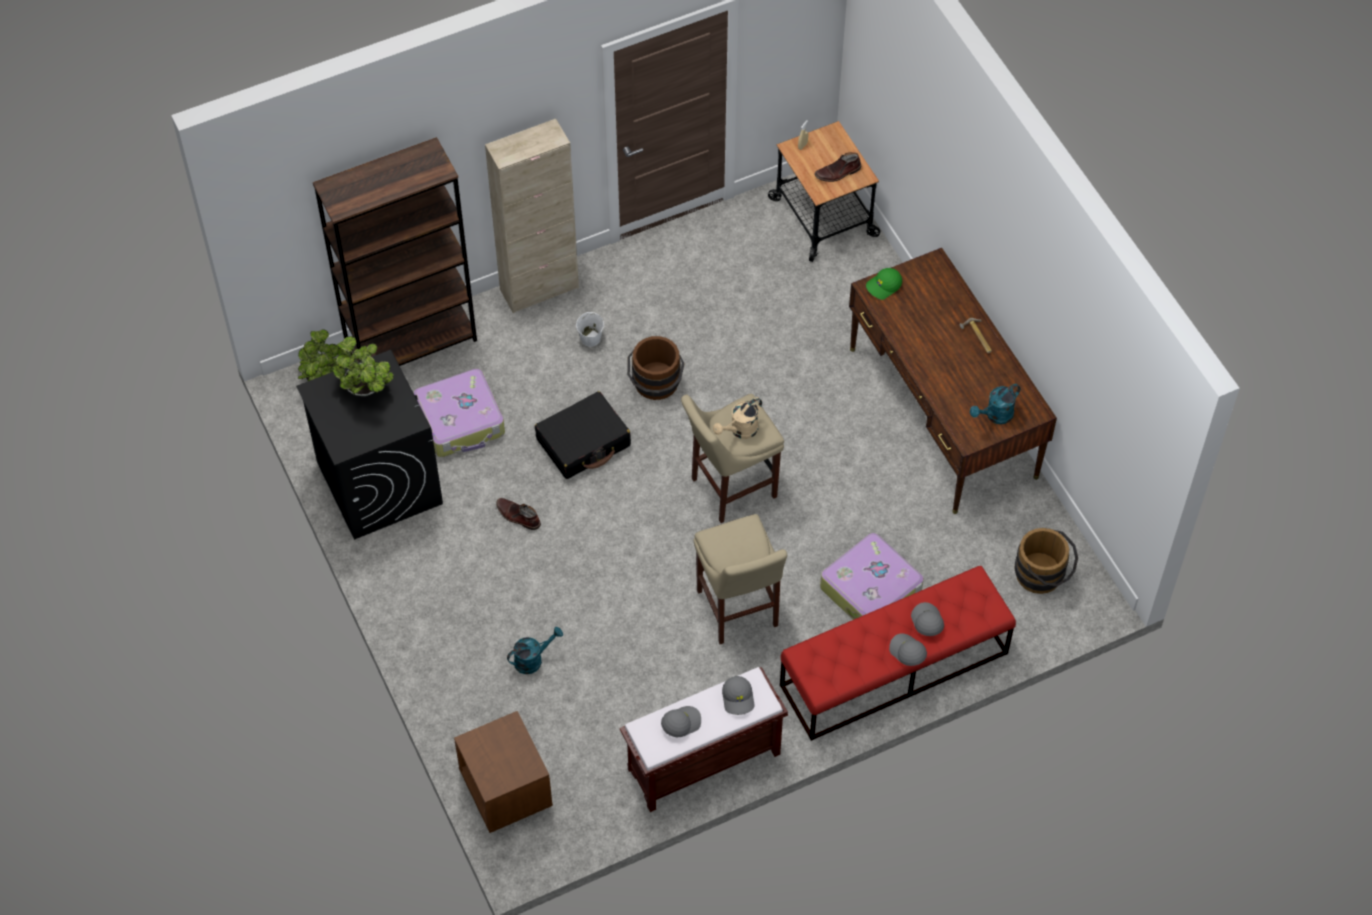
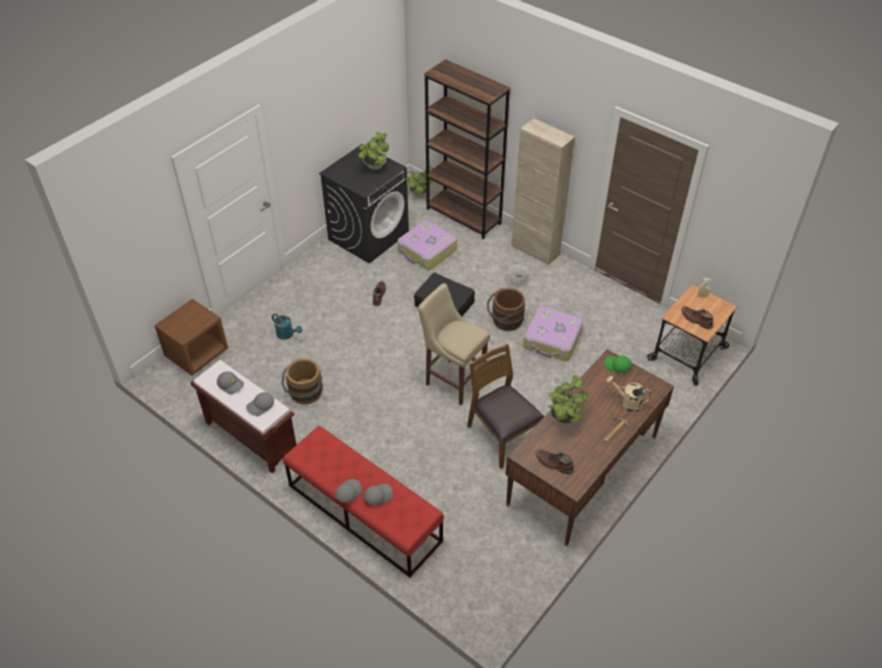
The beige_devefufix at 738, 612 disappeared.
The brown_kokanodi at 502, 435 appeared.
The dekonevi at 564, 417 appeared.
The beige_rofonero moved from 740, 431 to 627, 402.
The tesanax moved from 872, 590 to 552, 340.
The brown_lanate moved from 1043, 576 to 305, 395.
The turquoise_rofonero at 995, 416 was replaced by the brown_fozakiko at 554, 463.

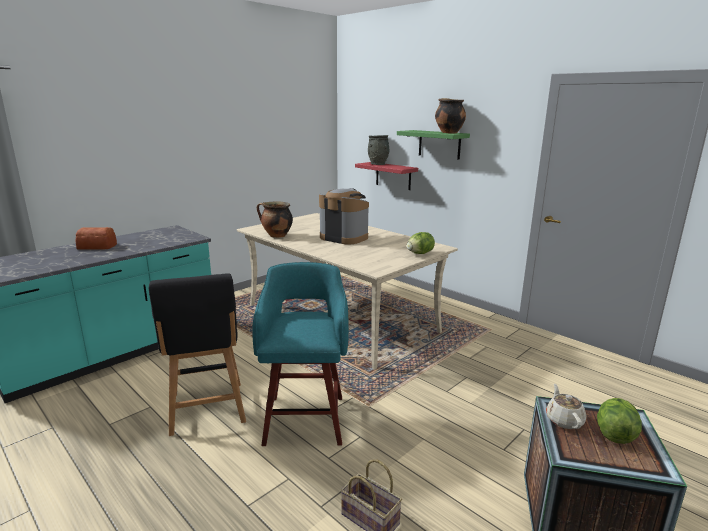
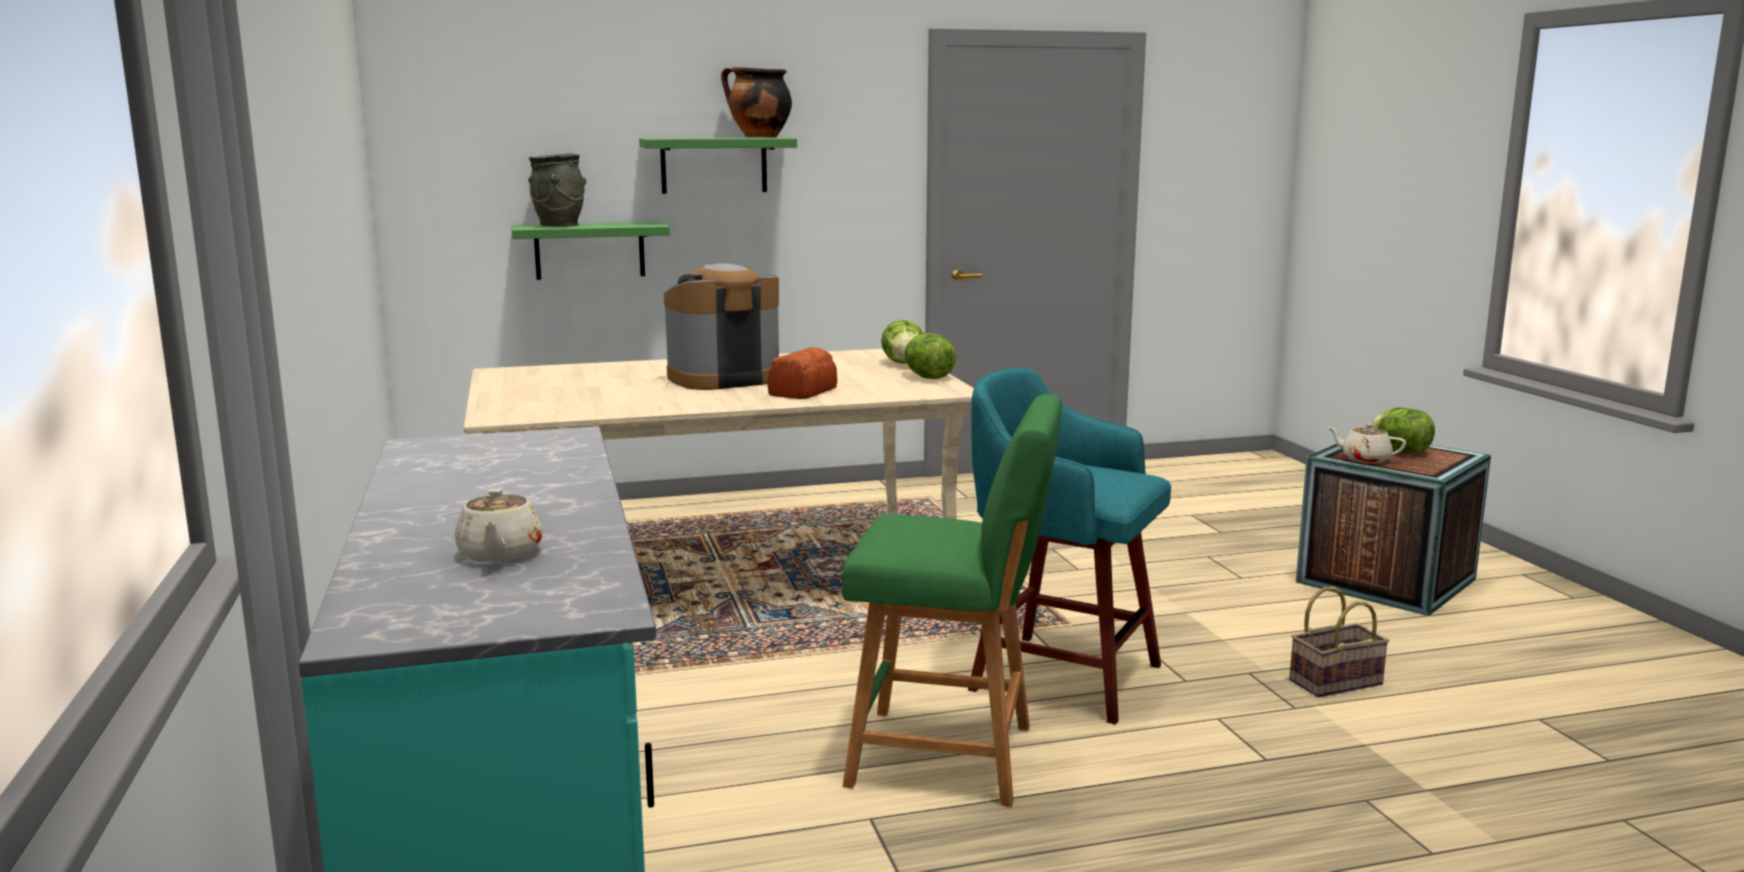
The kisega at 276, 236 disappeared.
The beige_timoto at 499, 554 appeared.
The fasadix at 928, 377 appeared.
The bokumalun moved from 96, 246 to 801, 392.
The black_devefufix at 207, 410 became the green_devefufix at 952, 757.
The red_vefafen at 393, 176 became the green_vefafen at 589, 250.

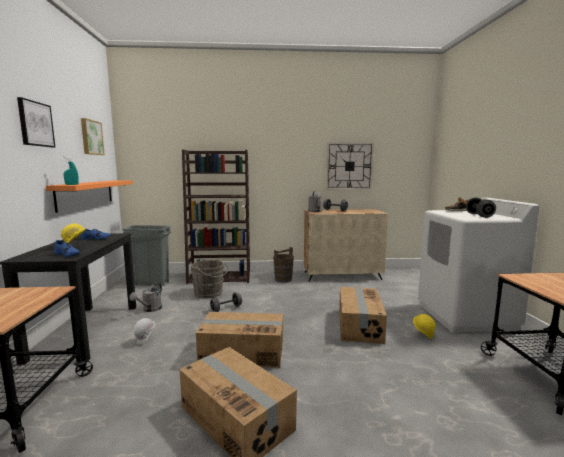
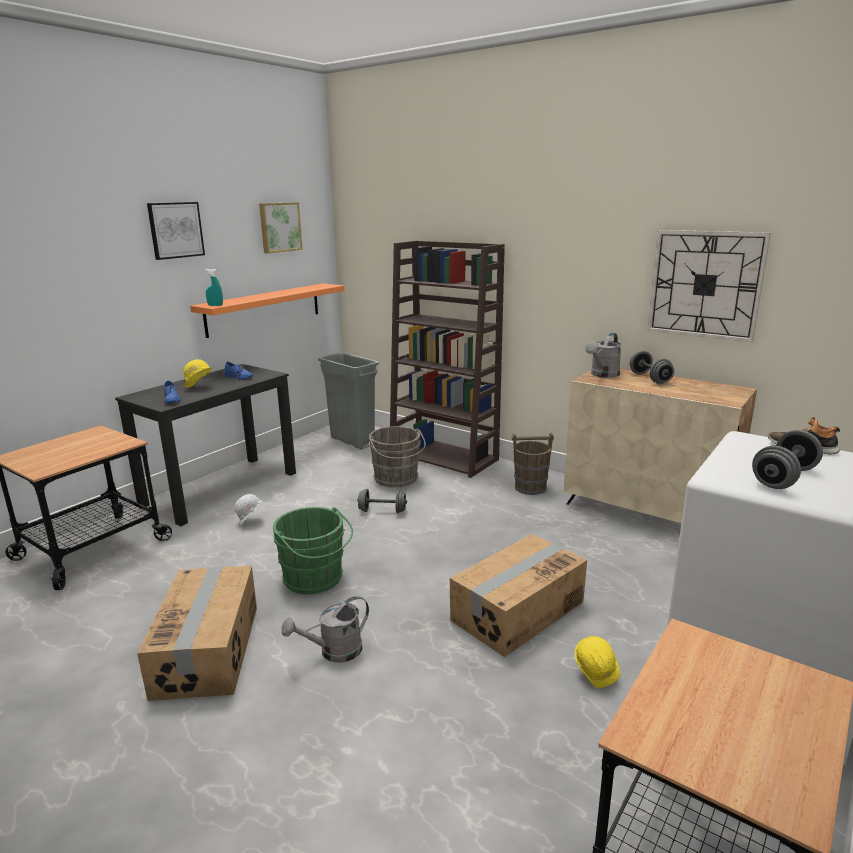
The grey_rofonero moved from 150, 309 to 334, 652.
The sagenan at 242, 352 was replaced by the green_lanate at 315, 579.

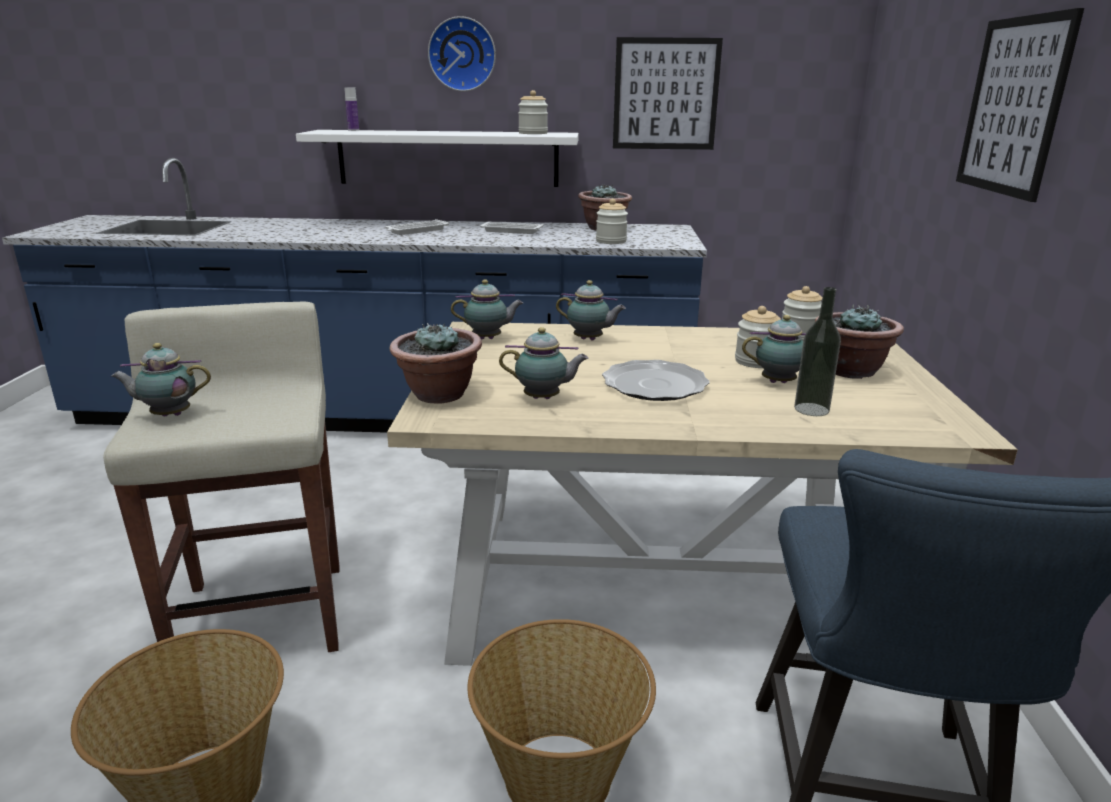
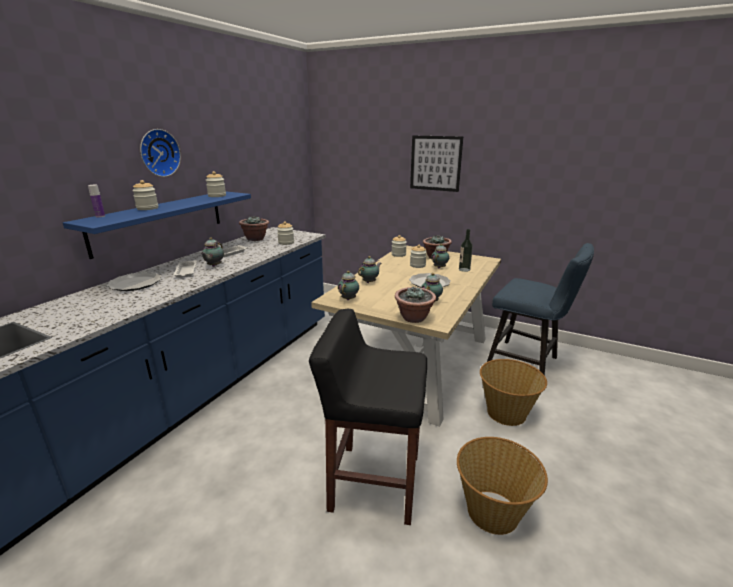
The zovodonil at 665, 94 disappeared.
The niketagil at 135, 284 appeared.
The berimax at 147, 208 appeared.
The timoto moved from 168, 415 to 214, 266.
The beige_devefufix at 263, 615 became the black_devefufix at 373, 482.
The white_vefafen at 448, 158 became the blue_vefafen at 160, 221.

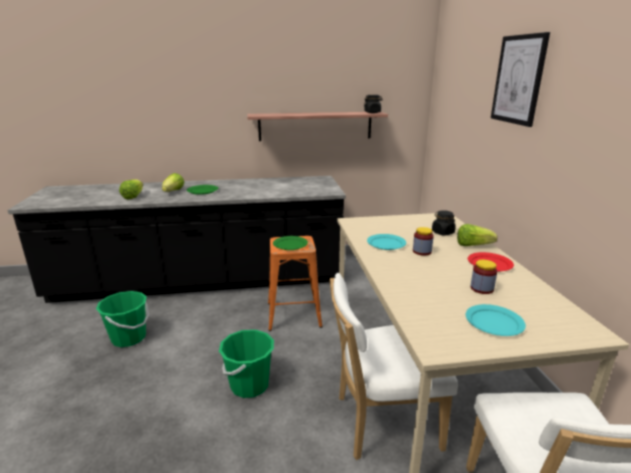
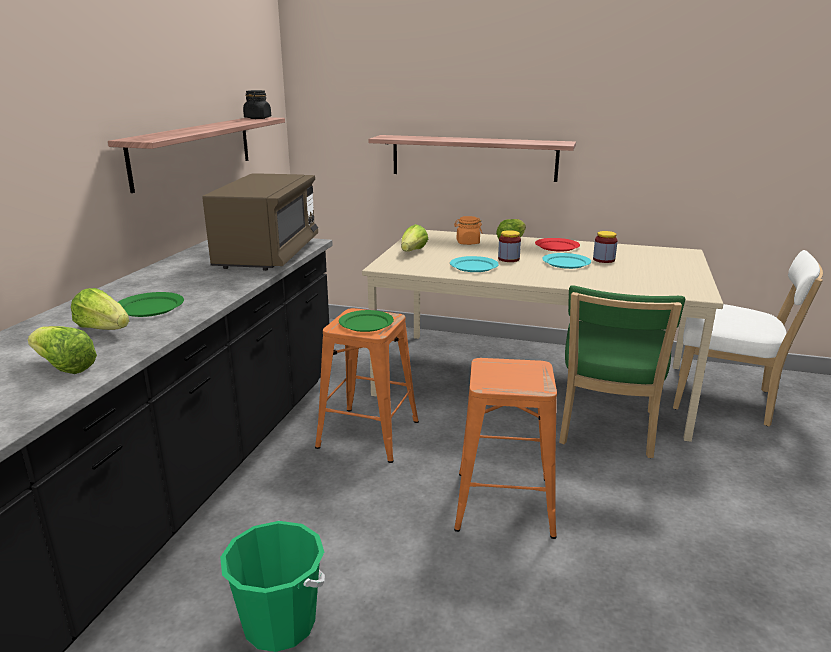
The zovodonil at 518, 80 disappeared.
The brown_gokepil at 268, 255 appeared.
The vefafen at 473, 158 appeared.
The fasadix at 413, 251 appeared.
The turquoise_niketagil moved from 494, 322 to 566, 263.
The green_lanate at 249, 385 was replaced by the orange_devefufix at 504, 502.
The white_kokanodi at 382, 422 became the green_kokanodi at 606, 430.
The black_berimax at 442, 232 became the orange_berimax at 467, 243.

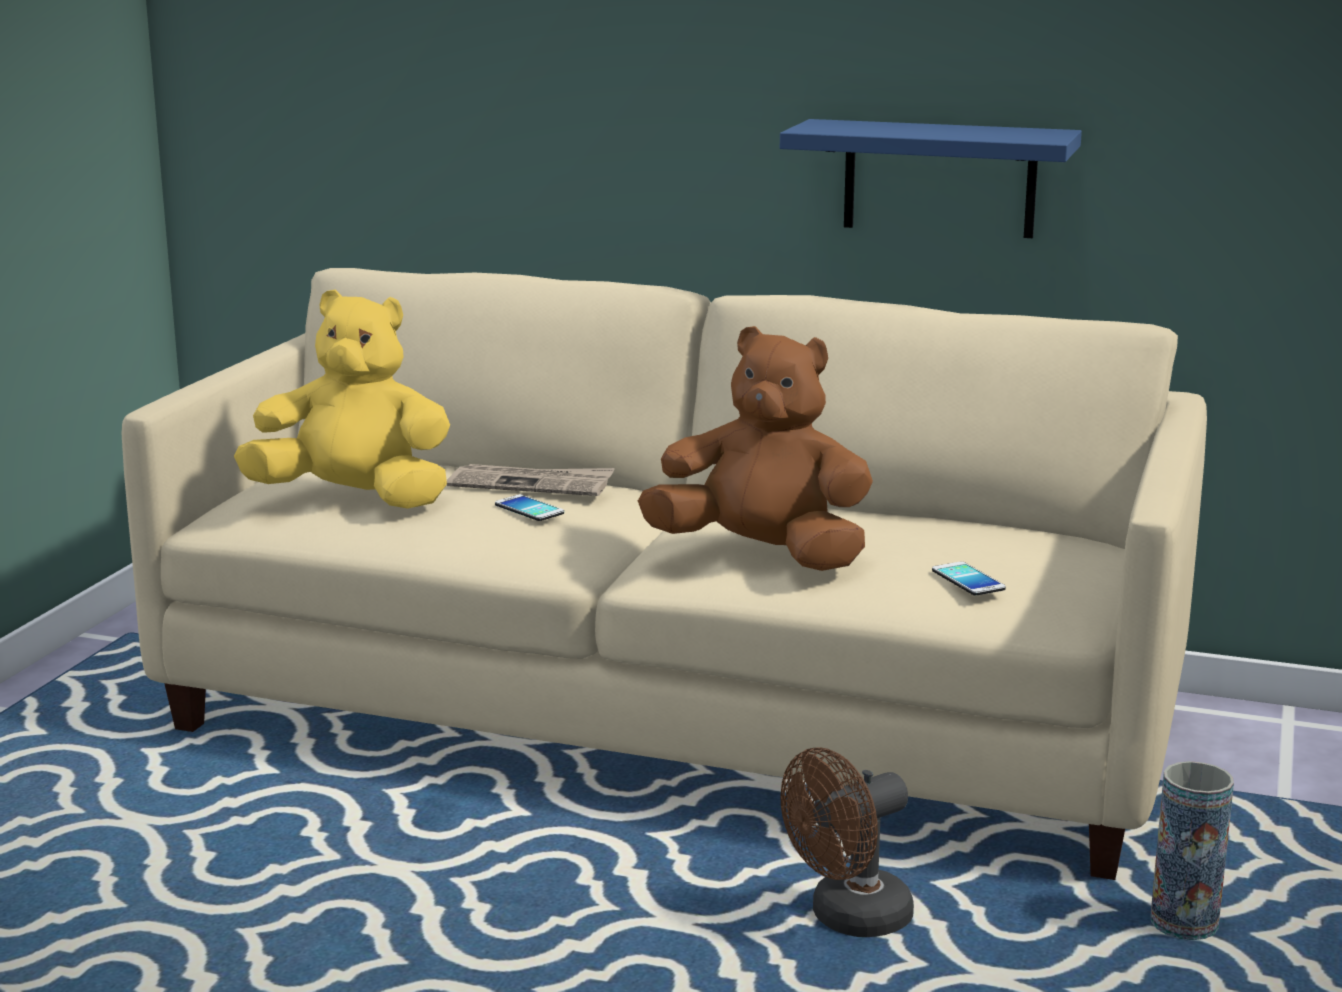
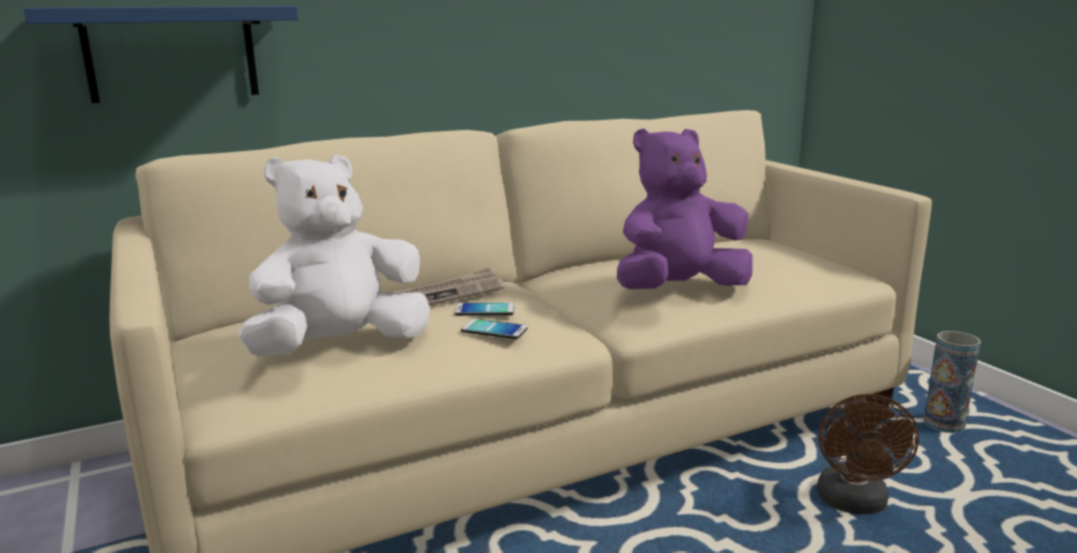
The blue_vefafen moved from 939, 178 to 171, 53.
The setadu moved from 968, 580 to 494, 330.
The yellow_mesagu at 355, 499 became the white_mesagu at 340, 347.
The brown_mesagu at 762, 555 became the purple_mesagu at 679, 290.

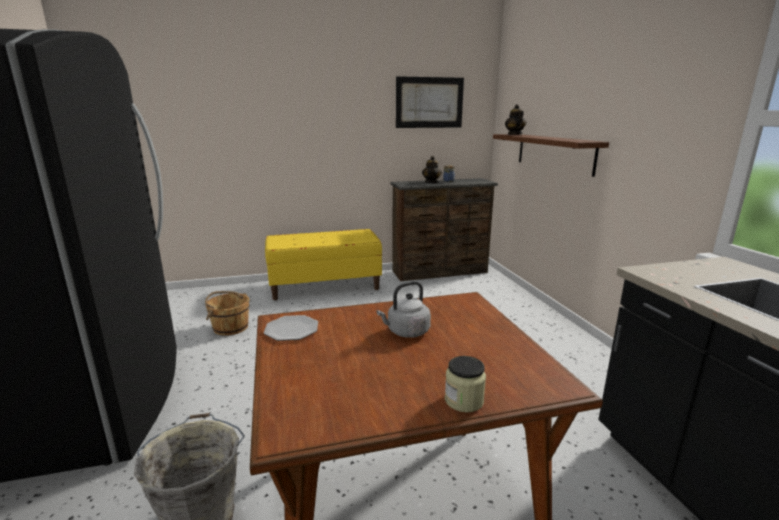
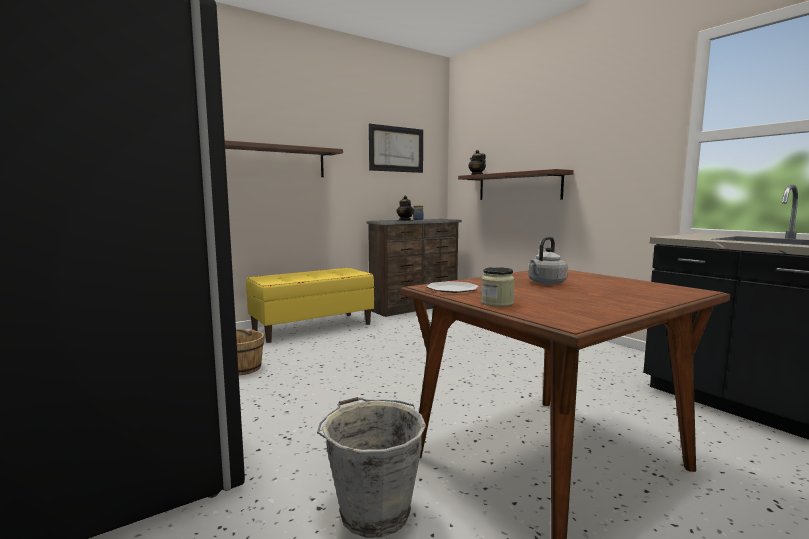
The brown_vefafen at 270, 161 appeared.
The berimax moved from 464, 400 to 497, 303.

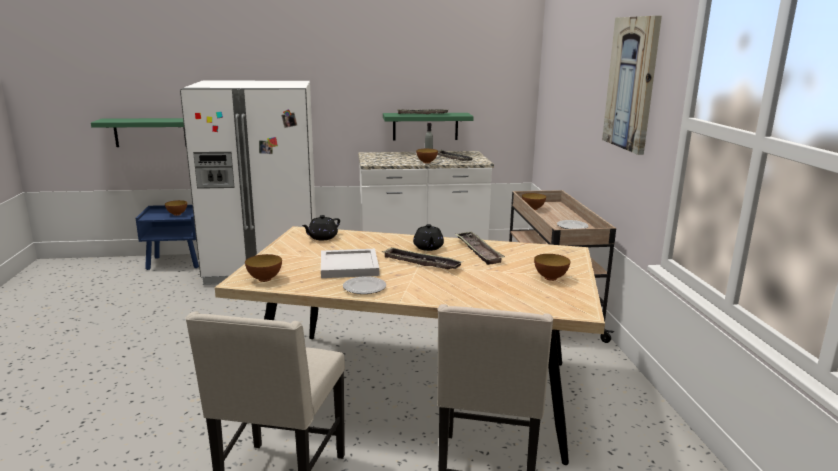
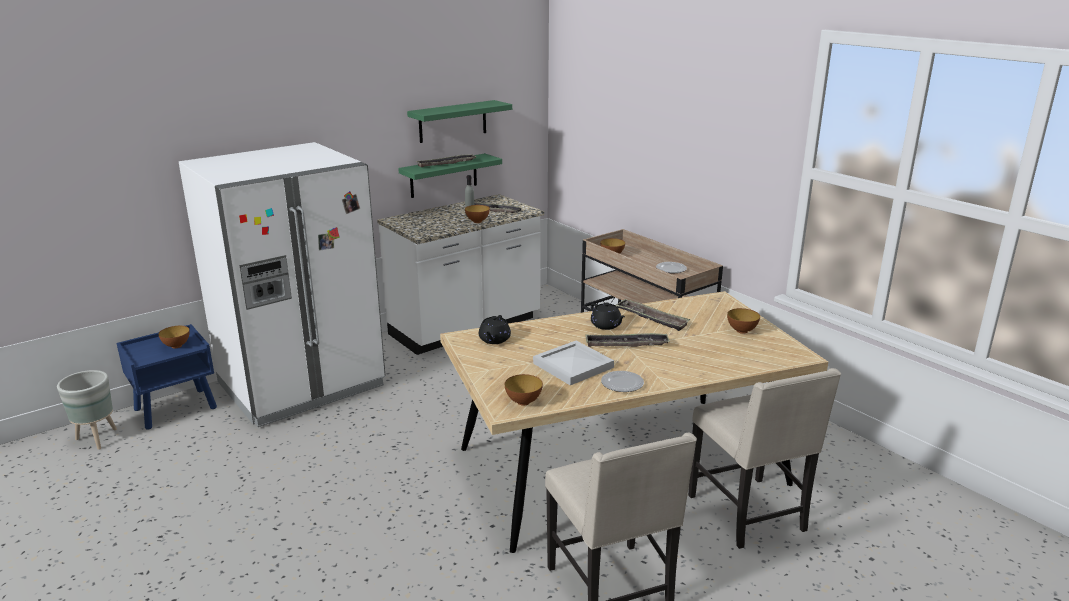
The zovodonil at 632, 83 disappeared.
The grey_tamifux at 97, 439 appeared.
The green_vefafen moved from 150, 132 to 453, 121.

